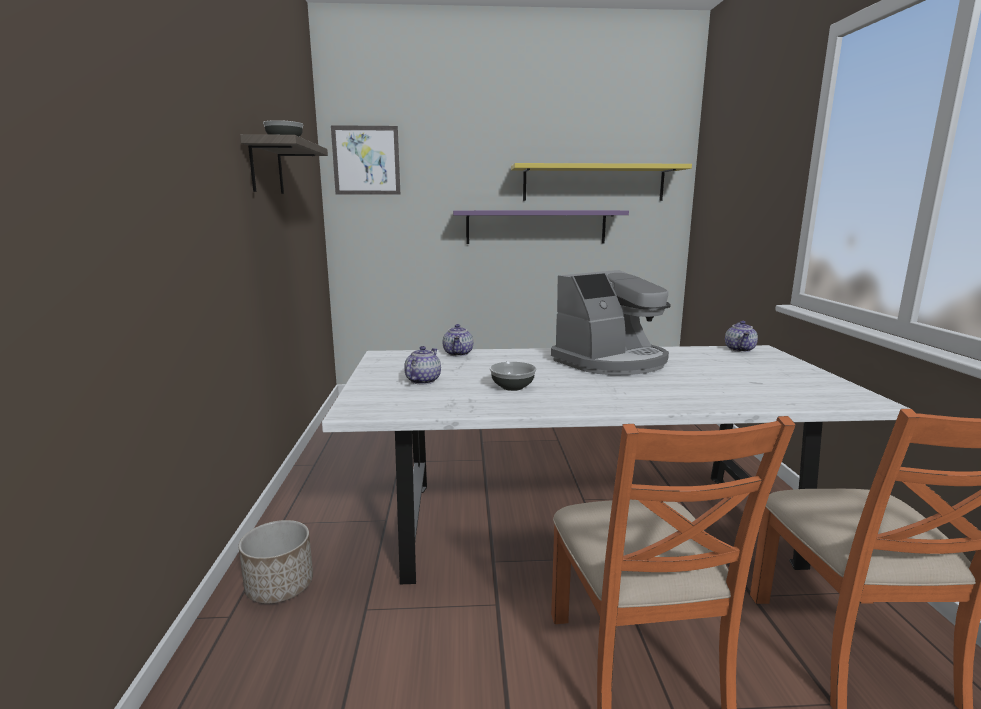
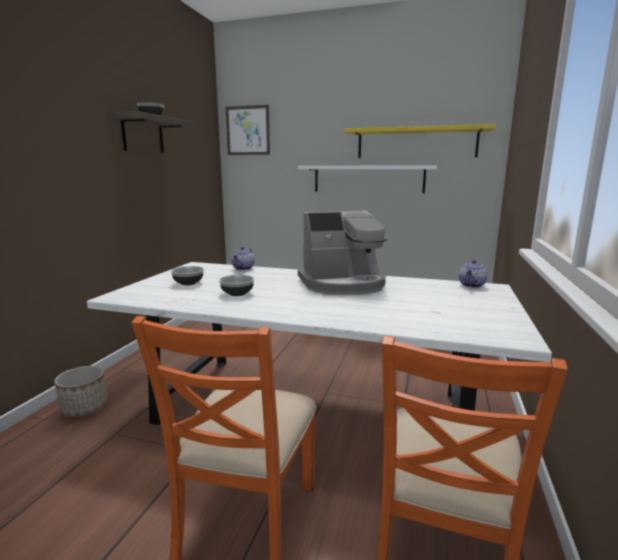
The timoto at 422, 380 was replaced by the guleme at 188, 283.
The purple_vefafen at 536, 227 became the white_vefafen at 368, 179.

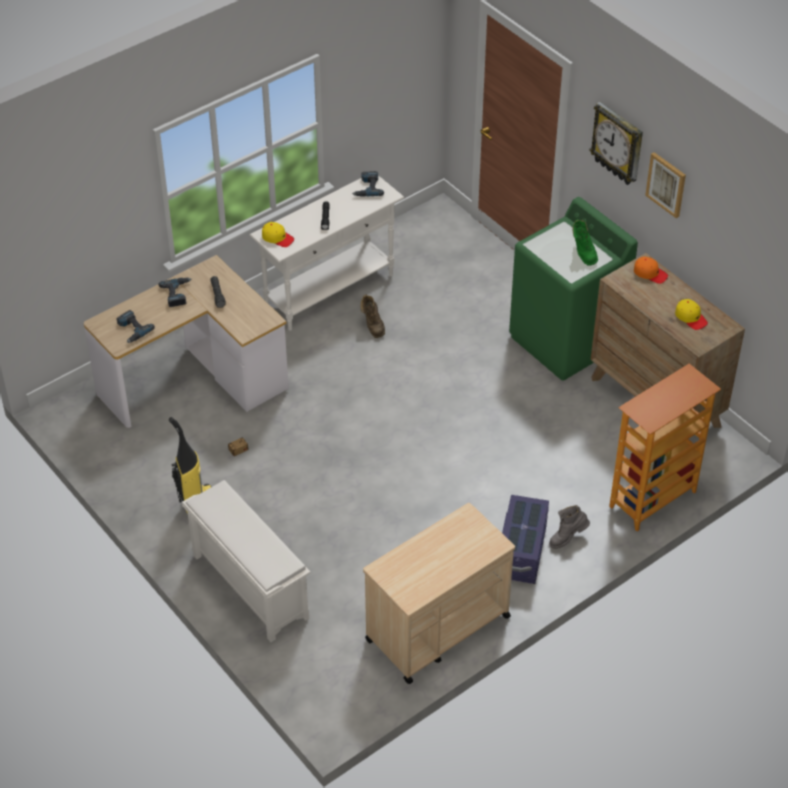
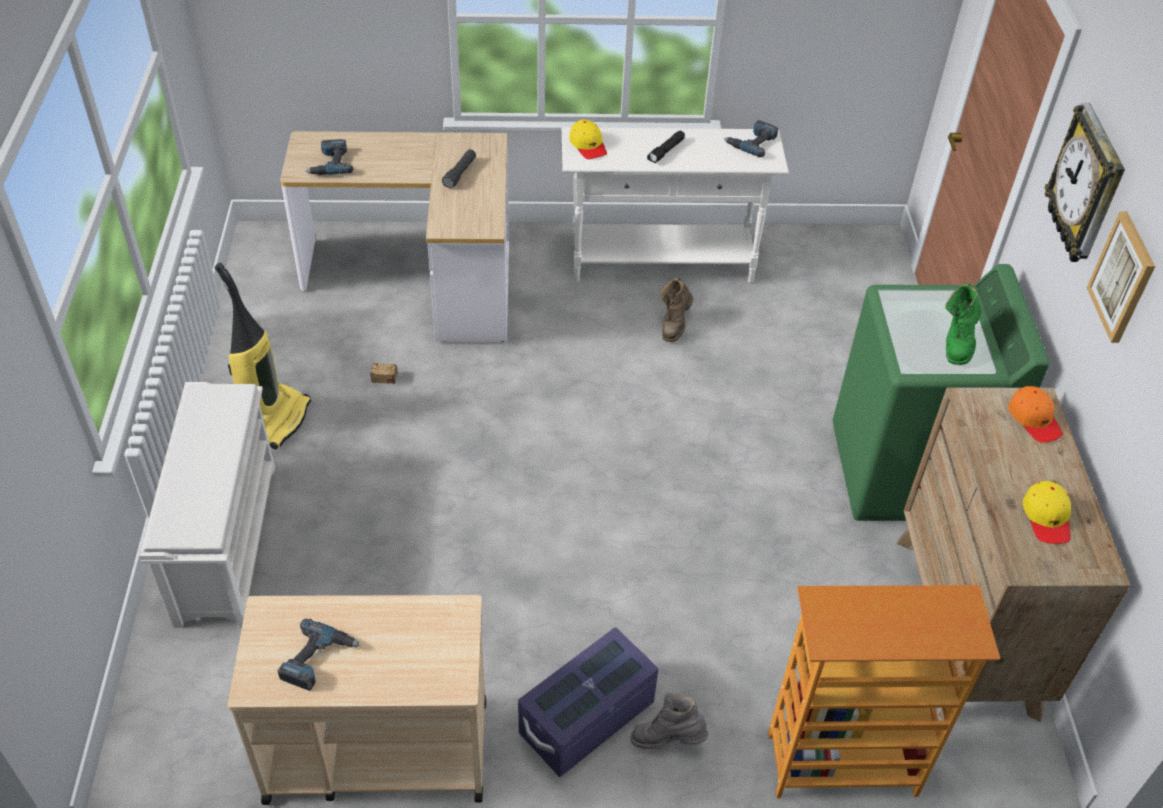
The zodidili moved from 177, 294 to 318, 660.

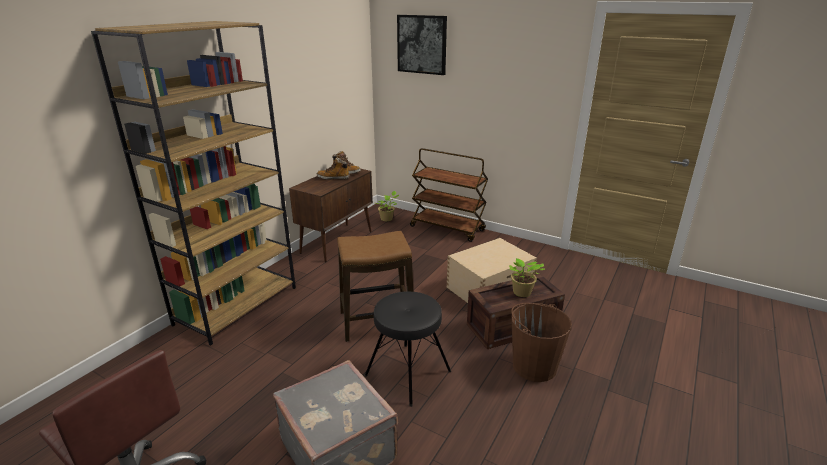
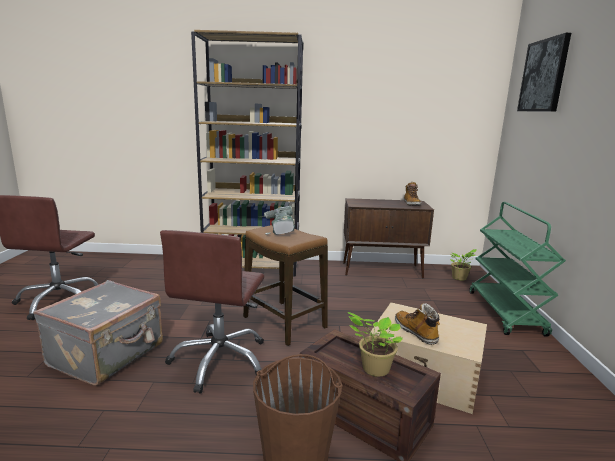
The zodidili at 277, 229 appeared.
The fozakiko moved from 333, 178 to 416, 332.
The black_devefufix at 408, 373 was replaced by the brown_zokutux at 220, 360.
The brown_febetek at 448, 228 became the green_febetek at 505, 313.

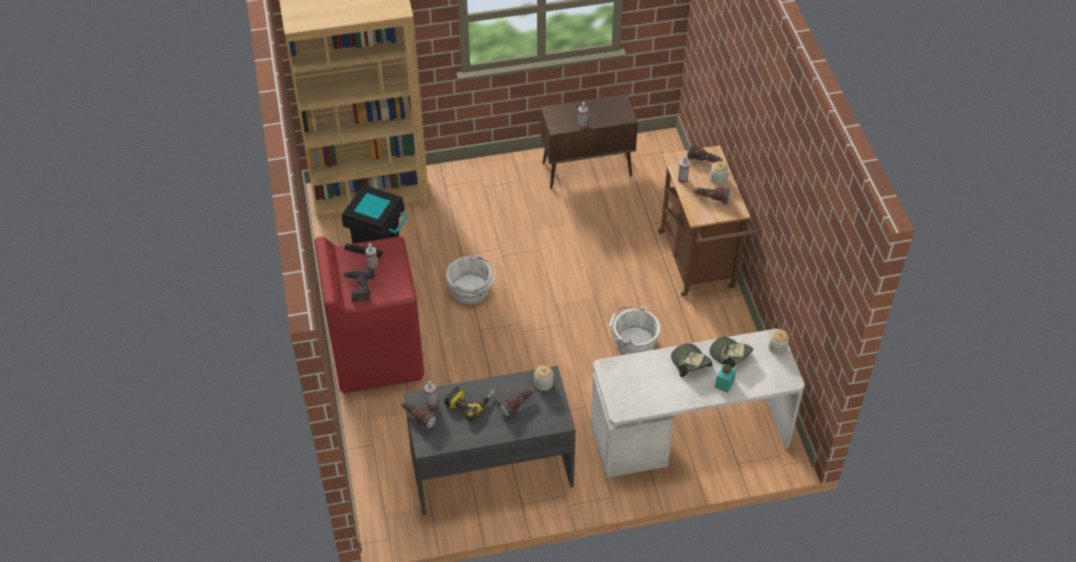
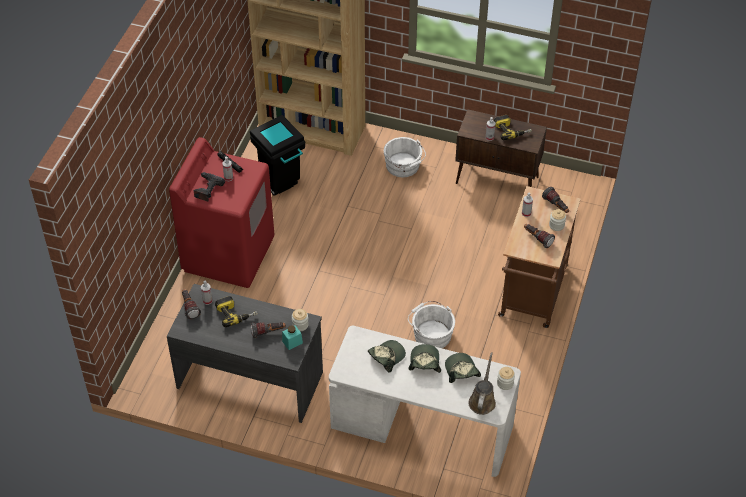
The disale at 386, 357 appeared.
The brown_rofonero at 482, 400 appeared.
The zodidili at 511, 130 appeared.
The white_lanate moved from 472, 290 to 403, 166.
The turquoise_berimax moved from 724, 383 to 292, 342.

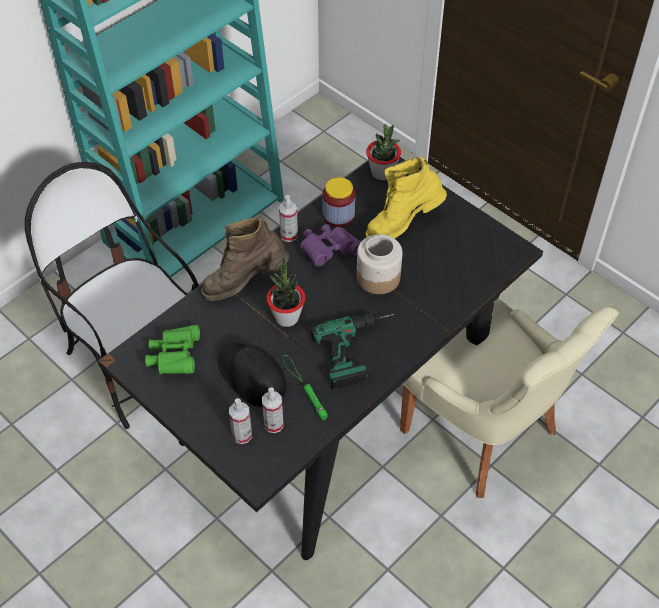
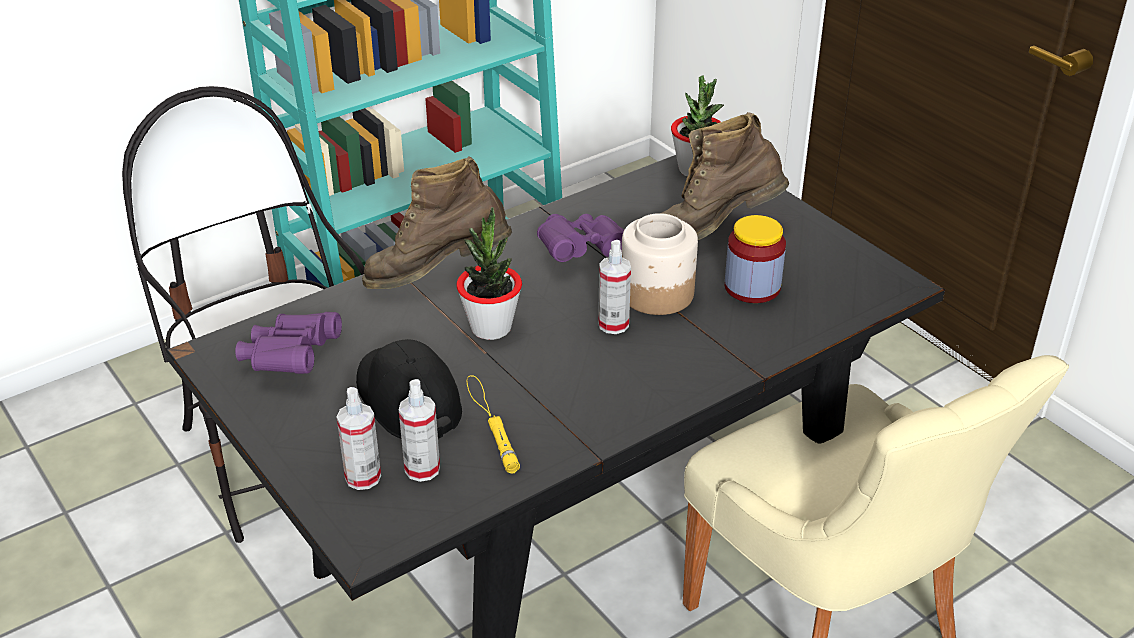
The zodidili at 361, 350 disappeared.
The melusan moved from 289, 235 to 613, 324.
The berimax moved from 338, 215 to 752, 287.
The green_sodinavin at 175, 357 became the purple_sodinavin at 290, 359.
The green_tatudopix at 304, 387 became the yellow_tatudopix at 491, 423.
The yellow_fozakiko at 403, 224 became the brown_fozakiko at 714, 233.

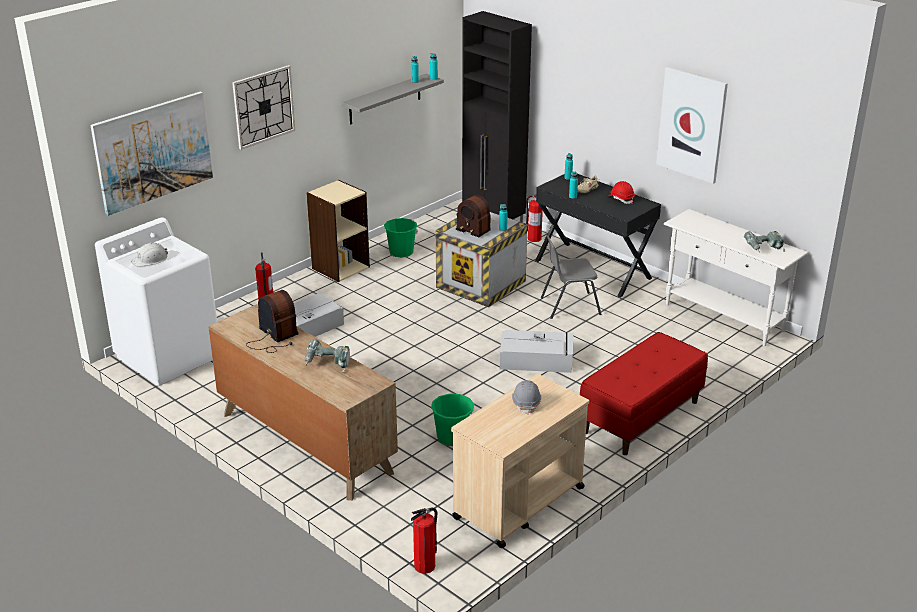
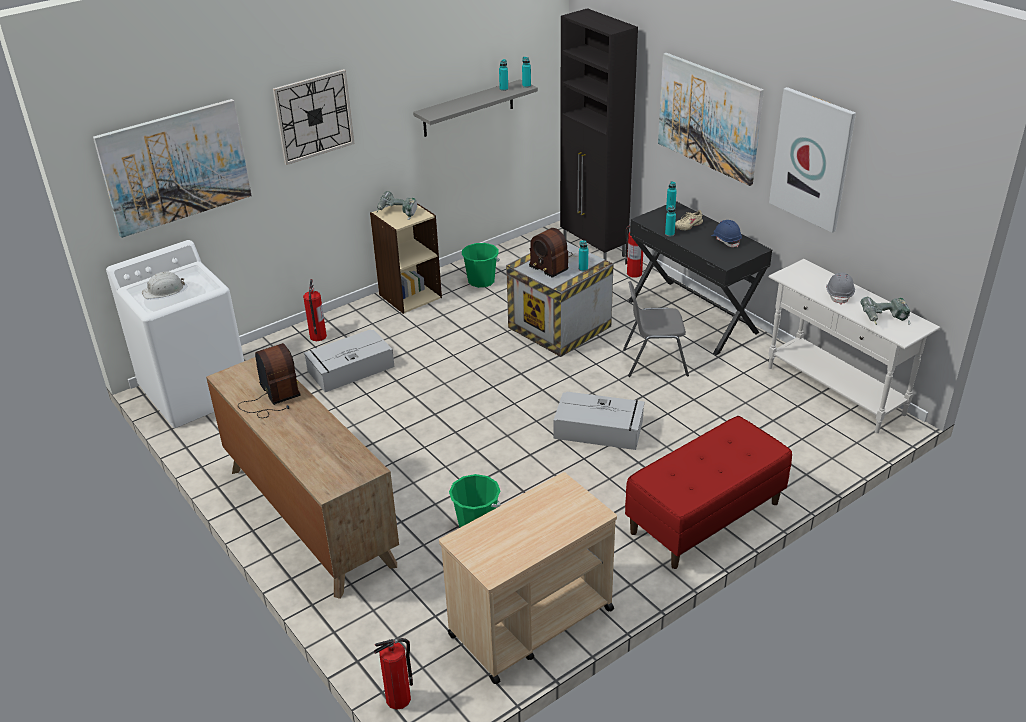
The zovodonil at 709, 117 appeared.
The zodidili moved from 327, 364 to 397, 213.
The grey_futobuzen moved from 526, 403 to 839, 294.
The red_futobuzen at 621, 199 became the blue_futobuzen at 726, 240.

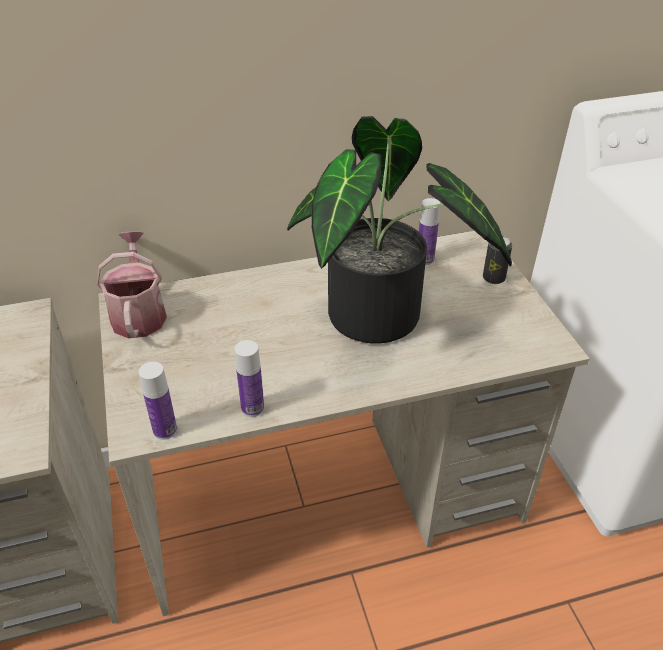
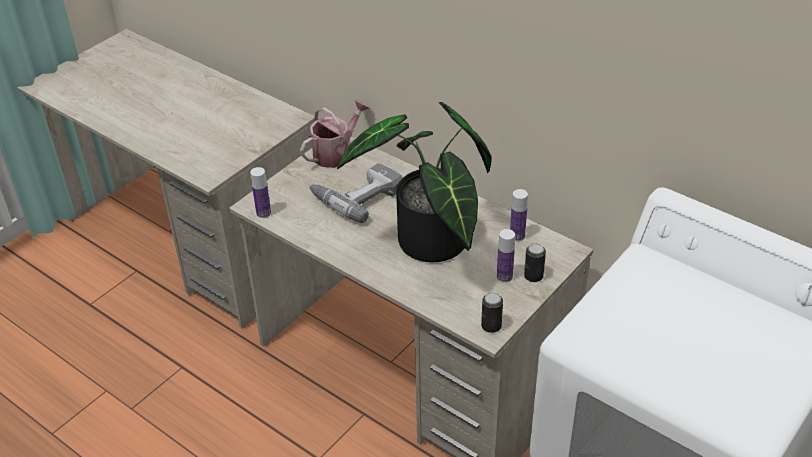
The zodidili at 356, 195 appeared.
The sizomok at 491, 326 appeared.
The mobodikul moved from 252, 408 to 504, 277.

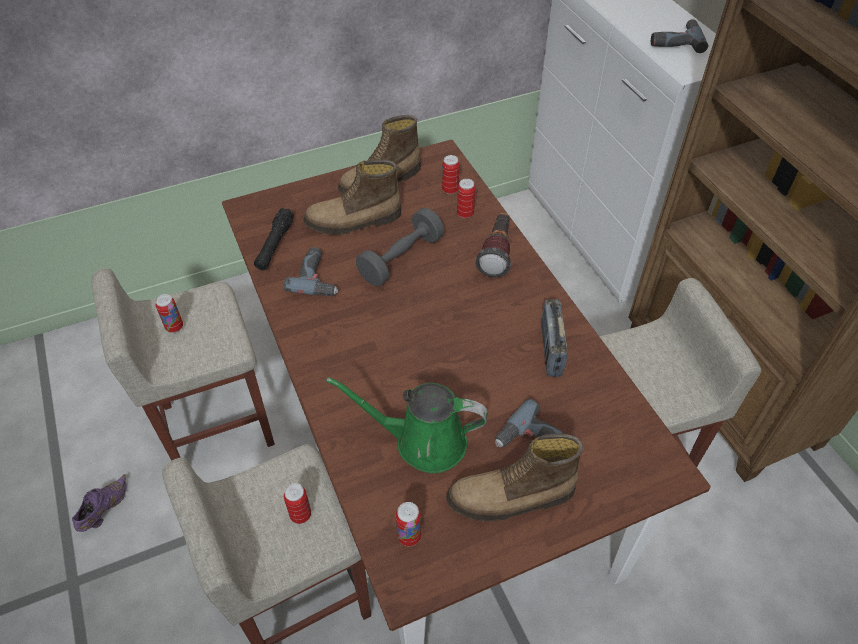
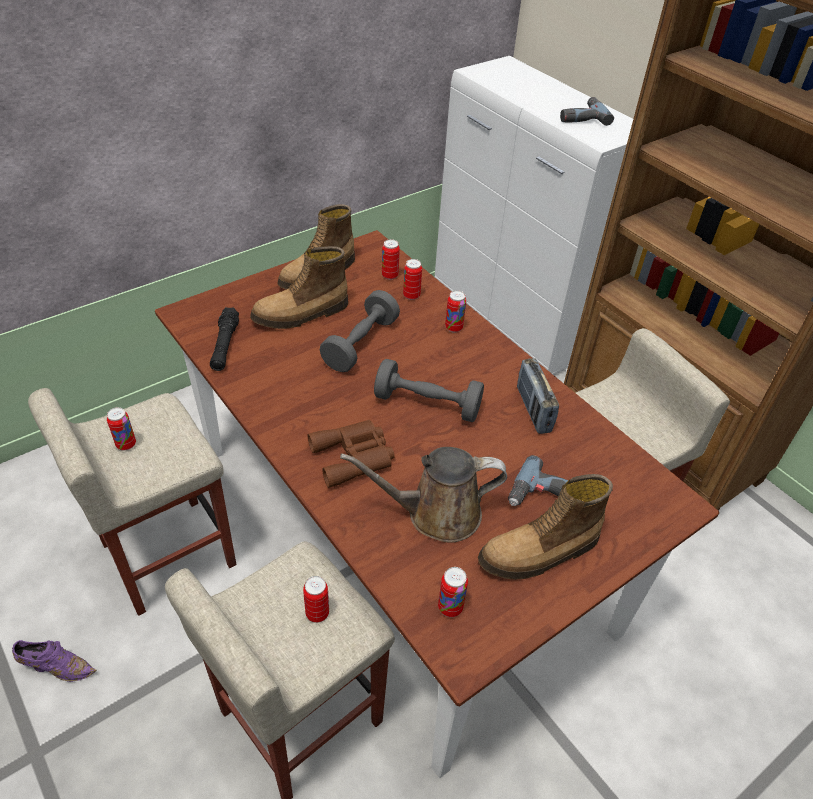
The zodidili at 318, 277 disappeared.
The brown_sodinavin at 354, 456 appeared.
The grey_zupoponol at 427, 404 appeared.
The tatudopix at 497, 253 was replaced by the sizomok at 453, 328.
The green_rofonero at 423, 441 became the brown_rofonero at 436, 513.
The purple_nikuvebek at 104, 510 turned 90 degrees clockwise.

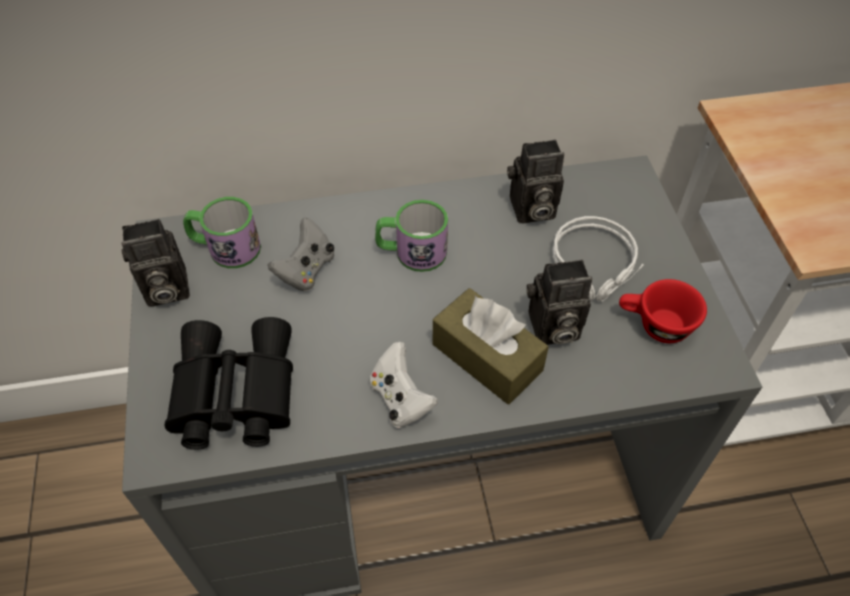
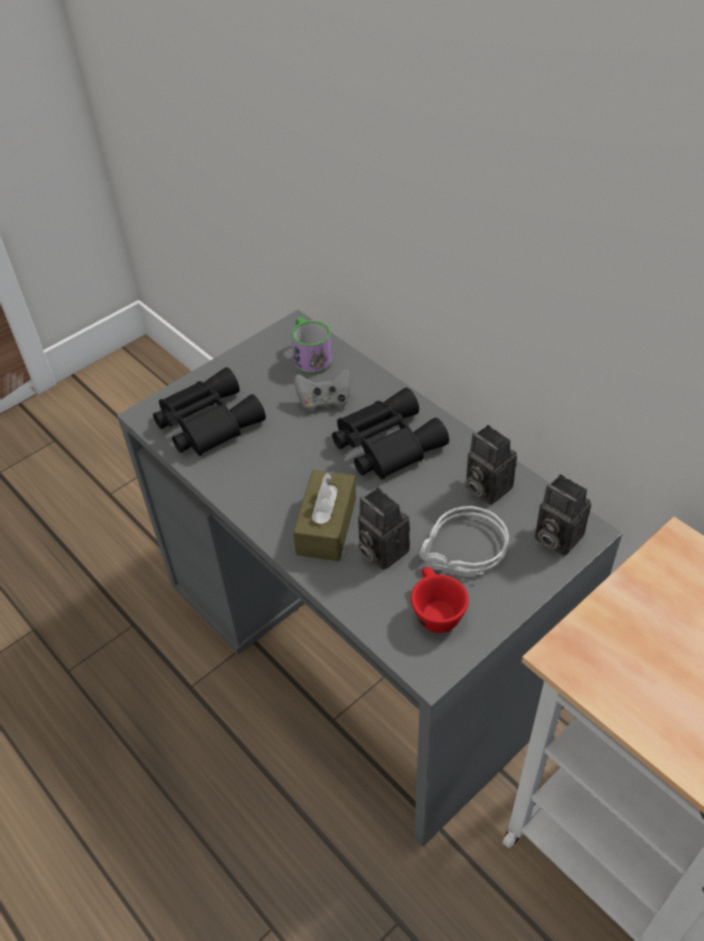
The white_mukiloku at 401, 399 disappeared.
The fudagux moved from 164, 290 to 555, 537.
The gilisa at 411, 252 was replaced by the black_sodinavin at 385, 443.

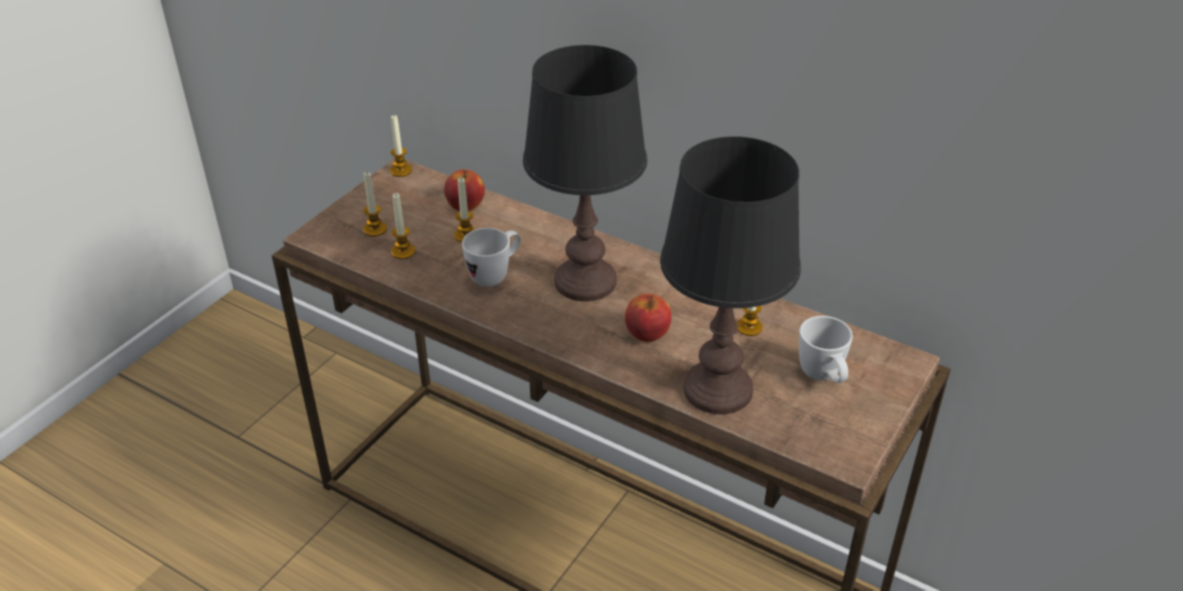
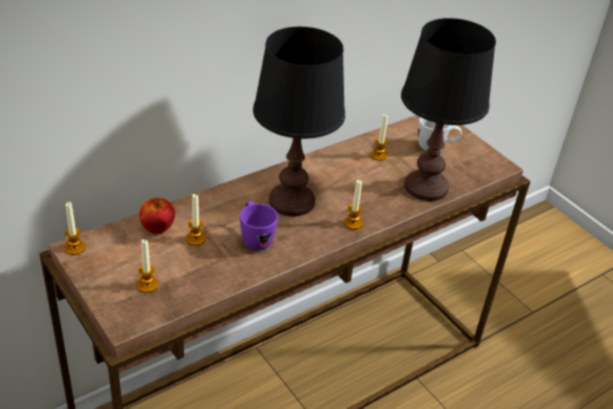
The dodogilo at 647, 334 disappeared.
The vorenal moved from 403, 252 to 353, 223.
The white_gilisa at 495, 275 became the purple_gilisa at 255, 239.

